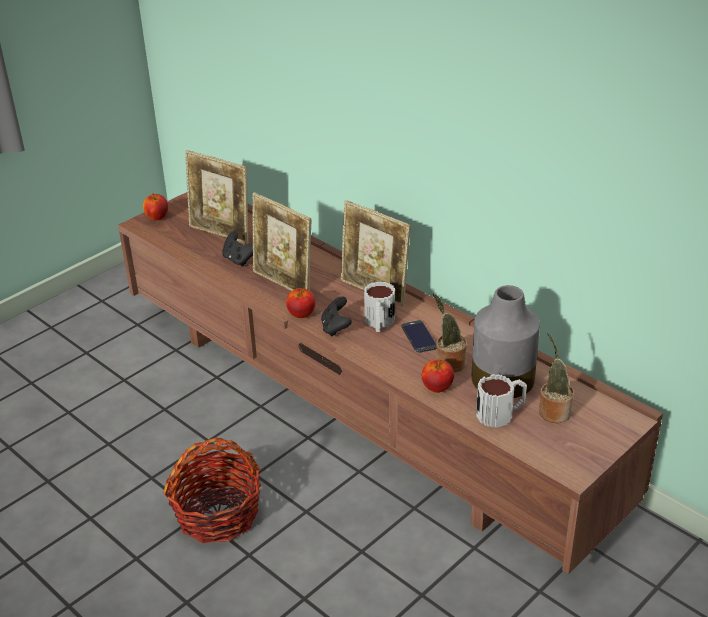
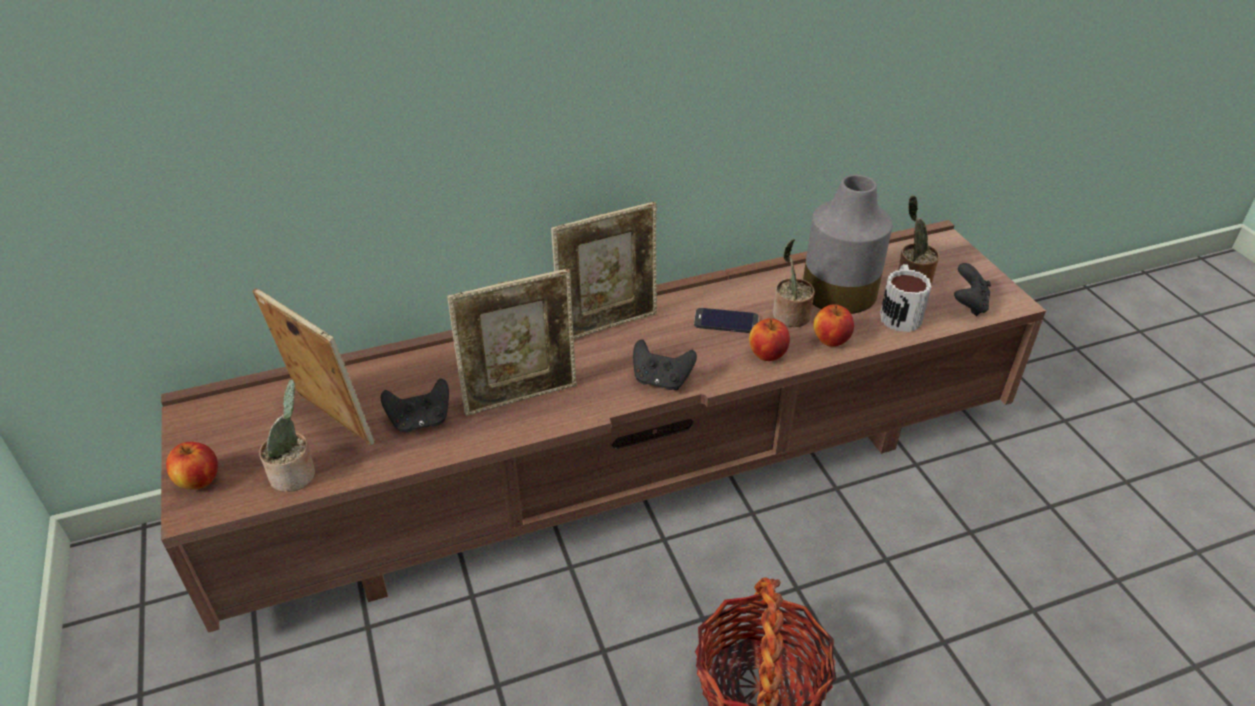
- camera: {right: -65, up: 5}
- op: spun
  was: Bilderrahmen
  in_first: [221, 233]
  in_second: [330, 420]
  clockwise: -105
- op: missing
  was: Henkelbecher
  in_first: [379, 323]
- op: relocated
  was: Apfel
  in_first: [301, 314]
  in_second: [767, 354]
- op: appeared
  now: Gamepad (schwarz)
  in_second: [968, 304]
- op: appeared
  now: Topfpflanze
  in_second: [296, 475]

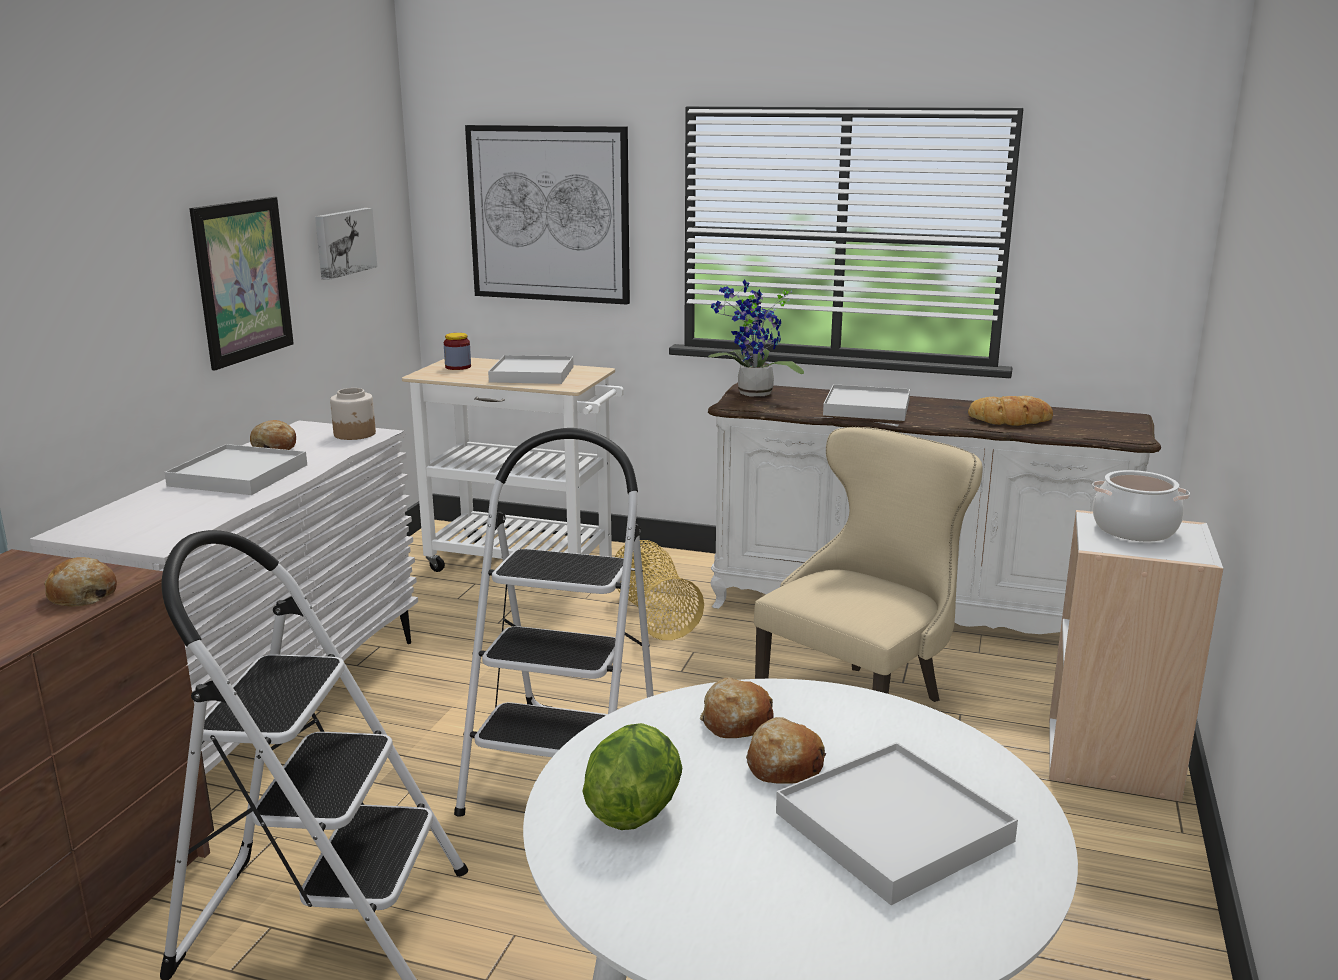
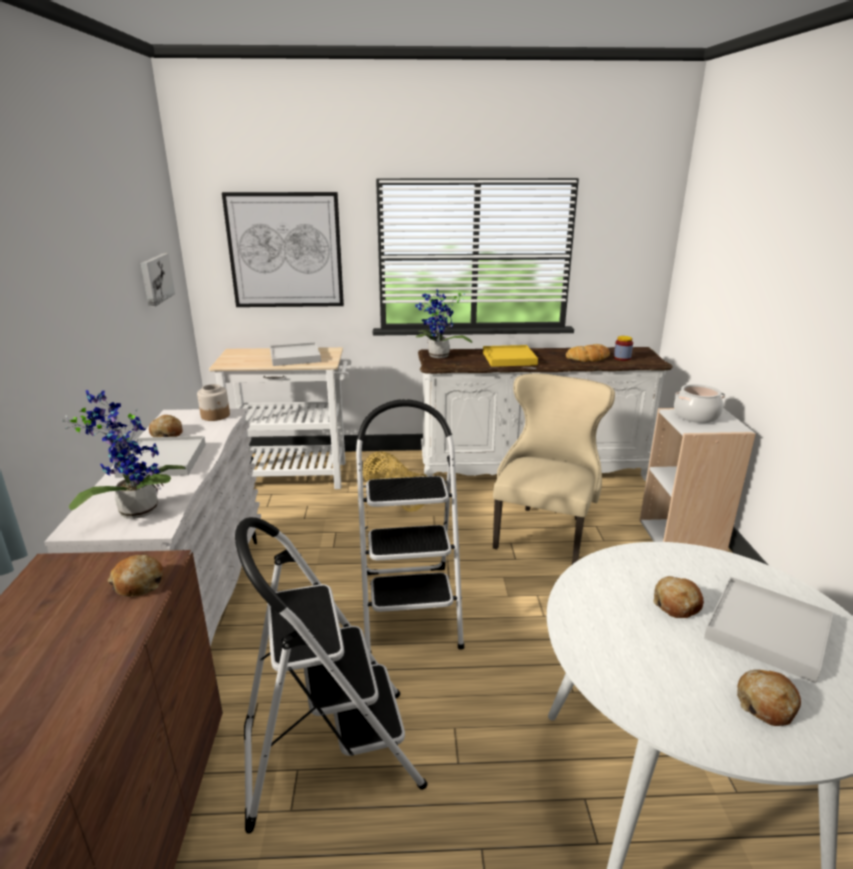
- camera: {right: -20, up: 5}
- op: missing
  was: Bild
  in_first: [243, 281]
- op: relocated
  was: Vorratsglas
  in_first: [458, 367]
  in_second: [622, 358]
- op: colour
  was: Tablett (weiß)
  now: Tablett (gelb)
  in_first: [867, 408]
  in_second: [509, 358]
- op: relocated
  was: Brot
  in_first: [736, 721]
  in_second: [766, 704]
- op: missing
  was: Salatkopf
  in_first: [634, 810]
- op: appeared
  now: Topfpflanze
  in_second: [136, 509]

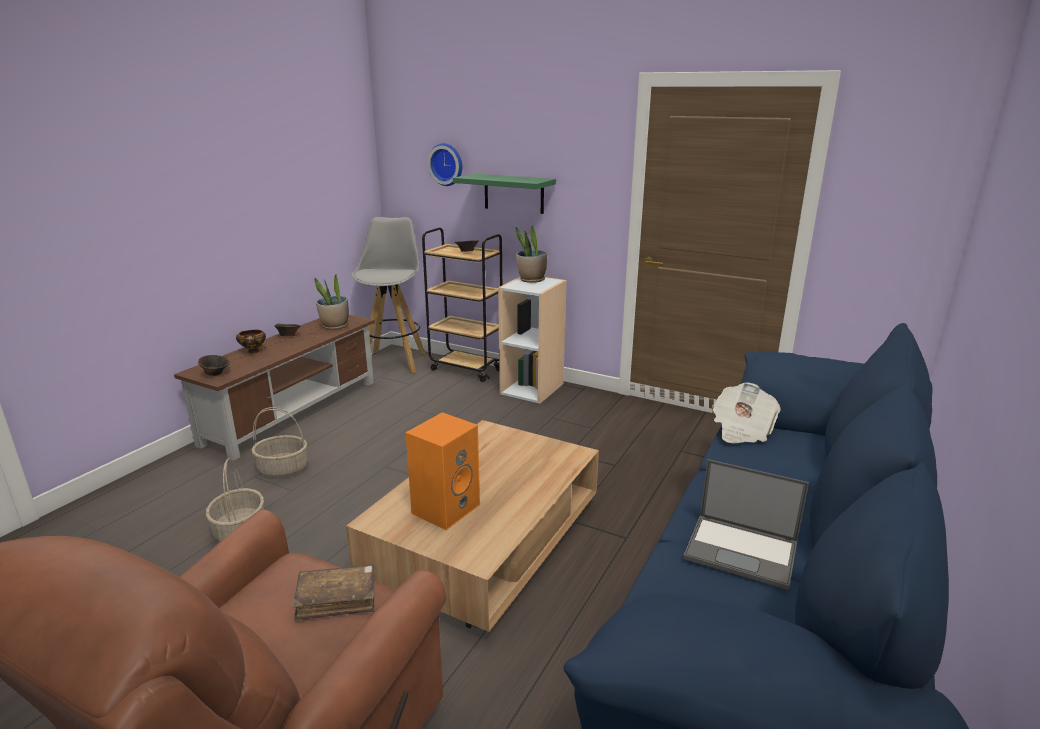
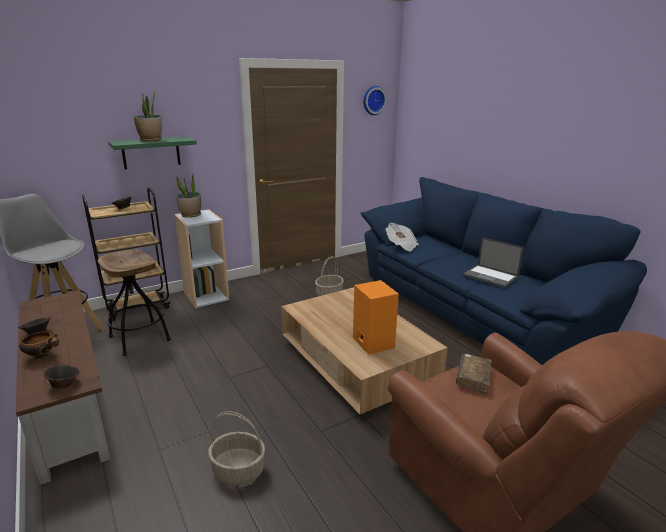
- camera: {right: -60, up: 0}
- op: relocated
  was: Wanduhr
  in_first: [447, 164]
  in_second: [373, 100]
- op: relocated
  was: Topfpflanze
  in_first: [335, 326]
  in_second: [151, 140]
- op: relocated
  was: Korb
  in_first: [283, 469]
  in_second: [329, 294]
- op: spun
  was: Laptop
  in_first: [742, 550]
  in_second: [491, 276]
  clockwise: 75
- op: appeared
  now: Hocker (braun)
  in_second: [139, 338]

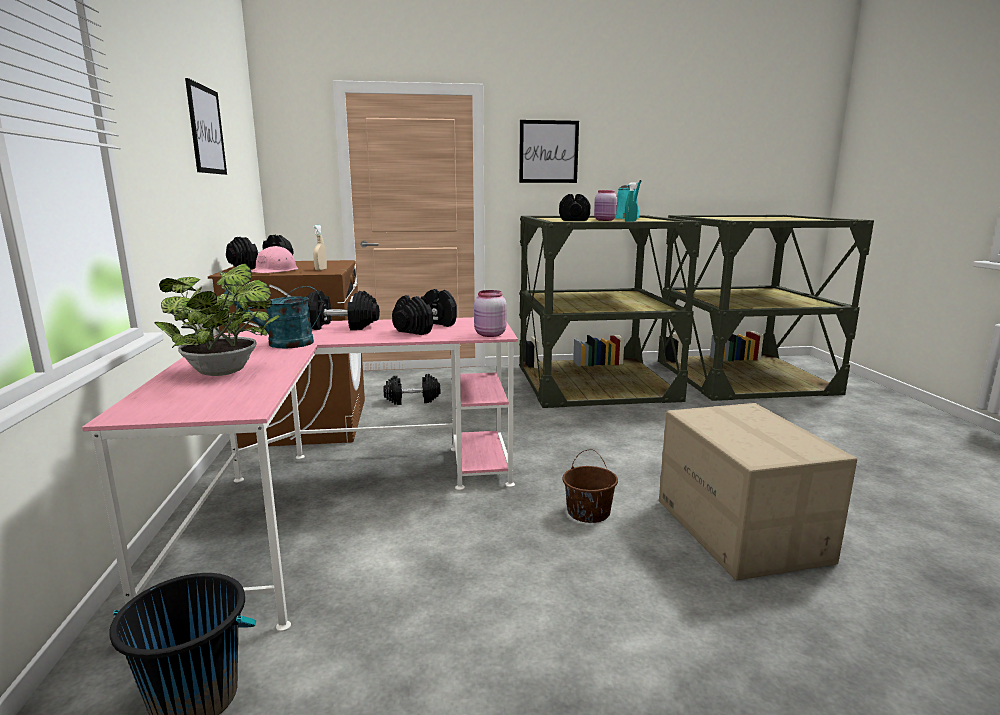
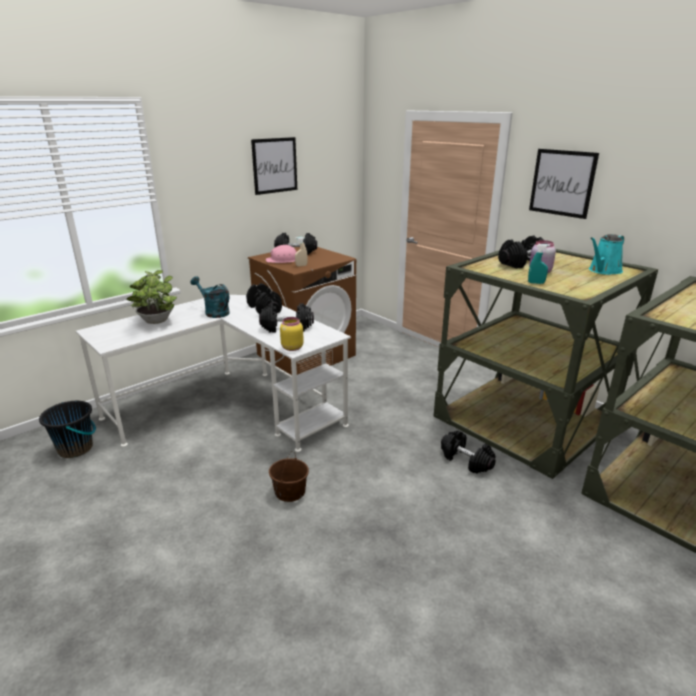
- camera: {right: 55, up: 10}
- op: colour
  was: Vorratsglas (rosa)
  now: Vorratsglas (gelb)
  in_first: [489, 334]
  in_second: [291, 348]
- op: colour
  was: Schreibtisch (rosa)
  now: Schreibtisch (weiß)
  in_first: [336, 501]
  in_second: [229, 407]
- op: relocated
  was: Hantel (schwarz)
  in_first: [412, 400]
  in_second: [466, 460]
- op: missing
  was: Karton
  in_first: [741, 530]

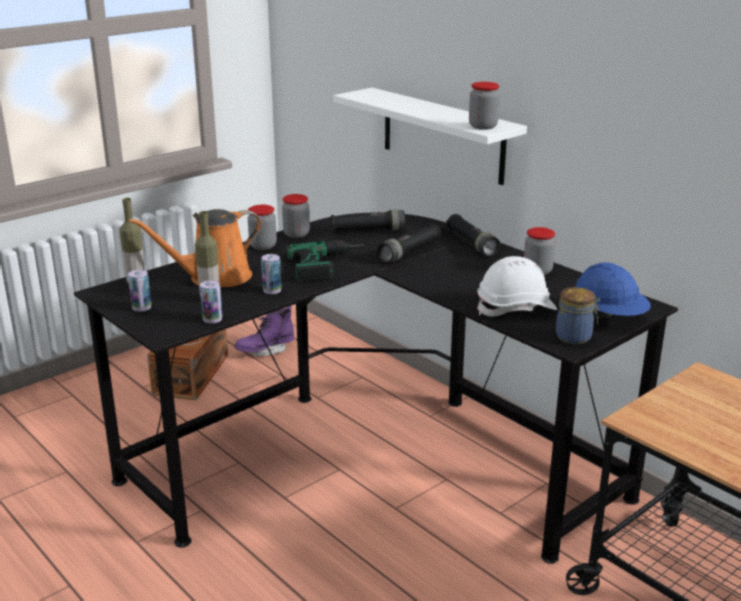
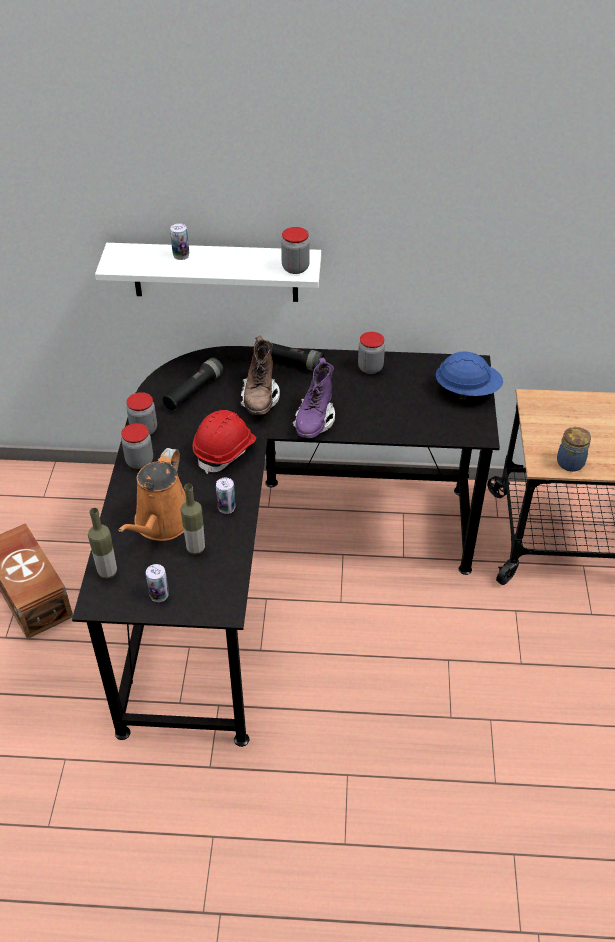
- camera: {right: -45, up: 20}
- op: exchanged
  was: Taschenlampe (schwarz)
  now: Stiefel (braun)
  in_first: [409, 252]
  in_second: [260, 399]
- op: exchanged
  was: Bohrmaschine
  now: Schutzhelm (rot)
  in_first: [330, 265]
  in_second: [225, 450]
- op: missing
  was: Schutzhelm (weiß)
  in_first: [516, 308]
- op: relocated
  was: Dose
  in_first: [212, 319]
  in_second: [181, 255]
- op: relocated
  was: Vorratsglas
  in_first: [575, 337]
  in_second: [571, 462]
- op: relocated
  was: Stiefel (lila)
  in_first: [265, 350]
  in_second: [314, 421]

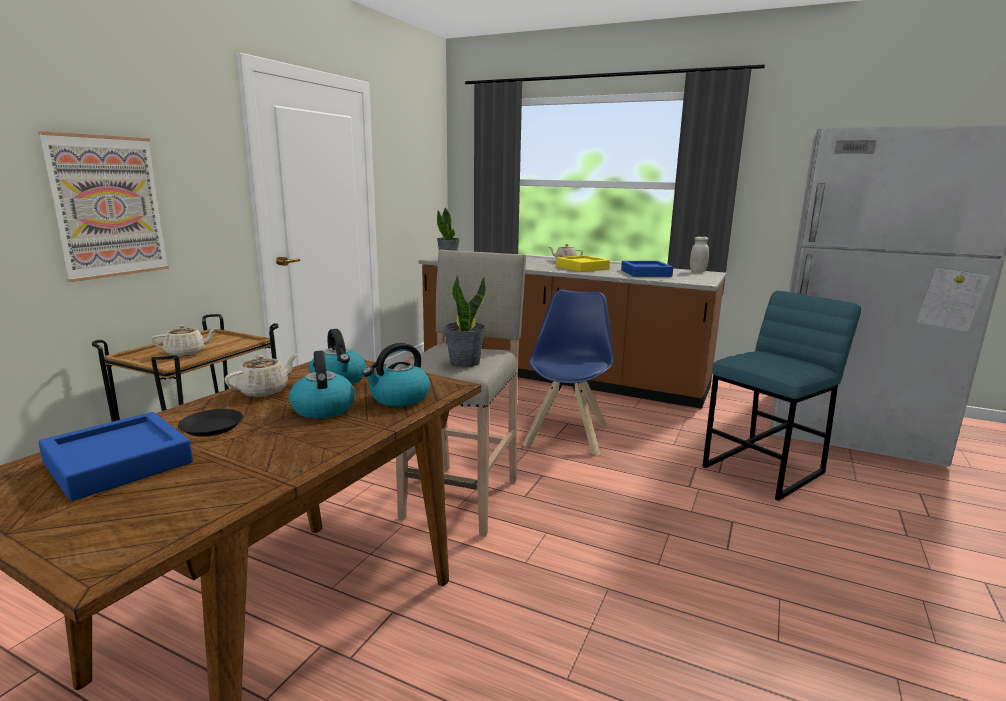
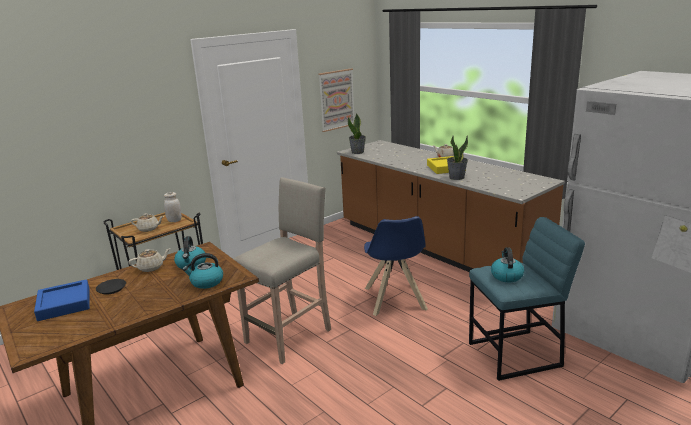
- camera: {right: 25, up: 5}
- op: relocated
  was: Bild
  in_first: [108, 207]
  in_second: [336, 99]
- op: relocated
  was: Vorratsglas (weiß)
  in_first: [697, 271]
  in_second: [174, 220]
- op: missing
  was: Tablett (blau)
  in_first: [646, 273]
- op: relocated
  was: Topfpflanze
  in_first: [464, 362]
  in_second: [456, 177]
- op: spun
  was: Stuhl (blau)
  in_first: [567, 433]
  in_second: [395, 300]
  clockwise: 135
- op: relocated
  was: Wasserkessel
  in_first: [322, 408]
  in_second: [506, 276]

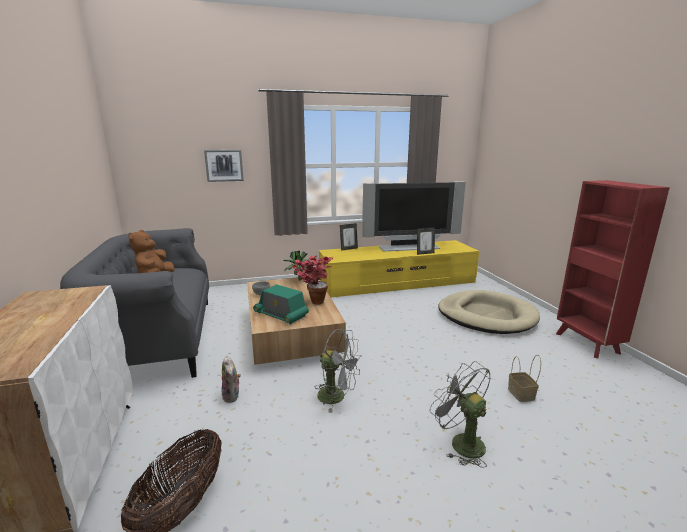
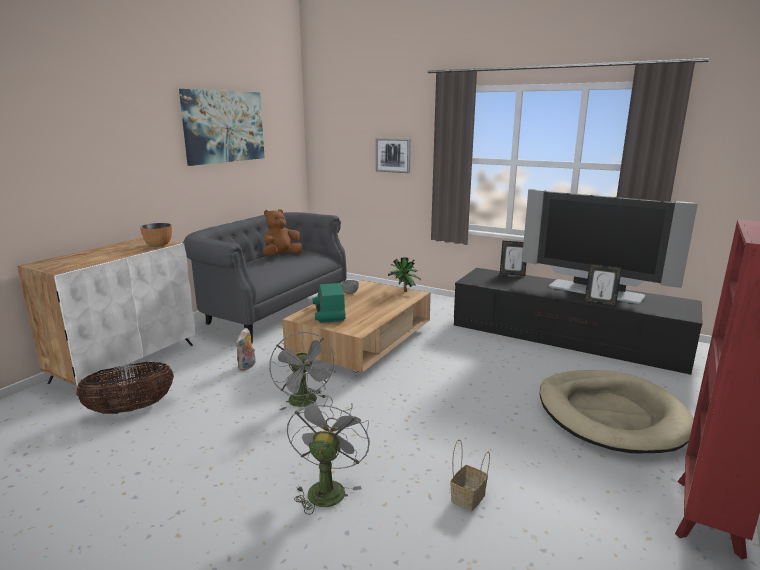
- camera: {right: 45, up: 0}
- op: colour
  was: Fernsehschrank (gelb)
  now: Fernsehschrank (schwarz)
  in_first: [397, 282]
  in_second: [567, 336]
- op: missing
  was: Topfpflanze
  in_first: [313, 301]
- op: appeared
  now: Bild
  in_second: [224, 126]
- op: appeared
  now: Schüssel
  in_second: [158, 245]

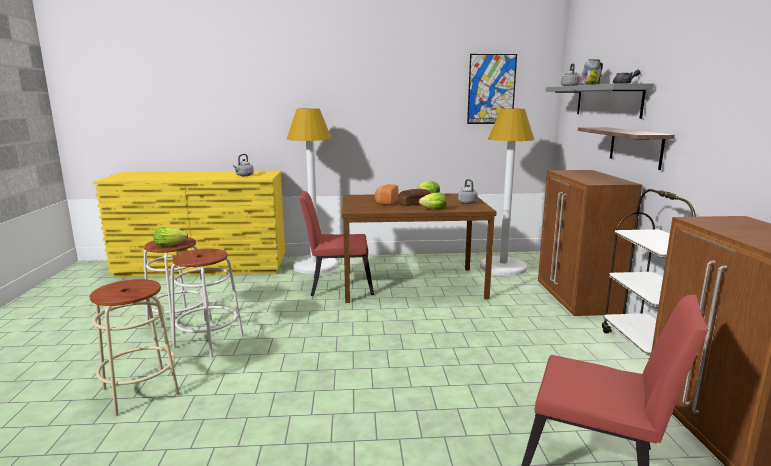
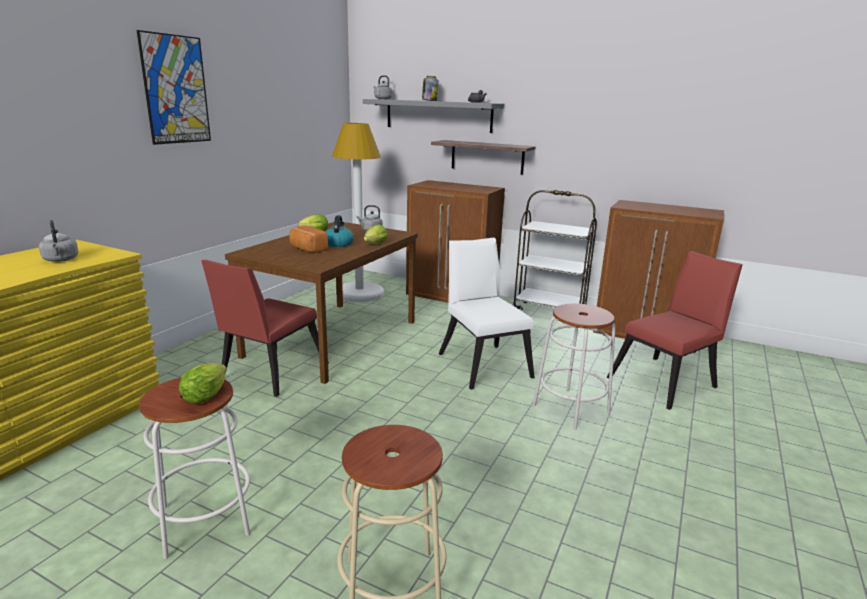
- camera: {right: -60, up: 5}
- op: relocated
  was: Bild
  in_first: [491, 89]
  in_second: [176, 90]
- op: missing
  was: Stehlampe (weiß)
  in_first: [315, 266]
- op: exchanged
  was: Brot
  now: Wasserkessel
  in_first: [414, 204]
  in_second: [338, 243]
- op: relocated
  was: Hocker (weiß)
  in_first: [209, 341]
  in_second: [571, 408]
- op: appeared
  now: Stuhl (weiß)
  in_second: [483, 363]

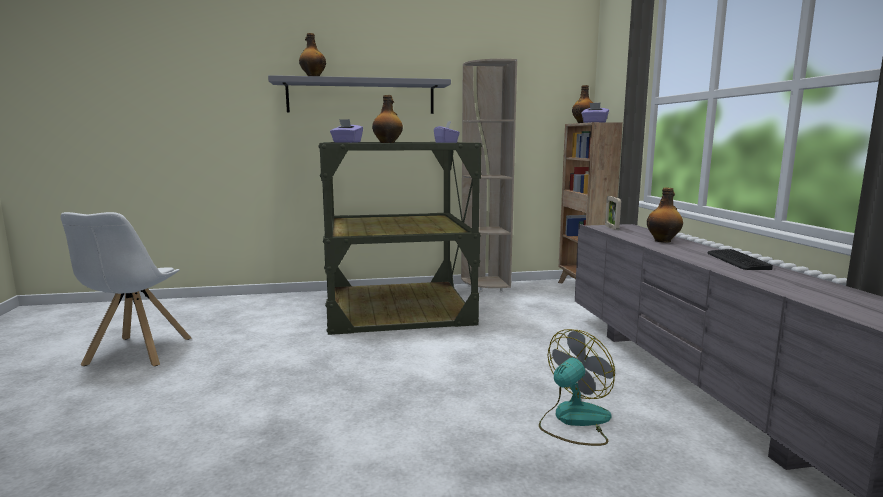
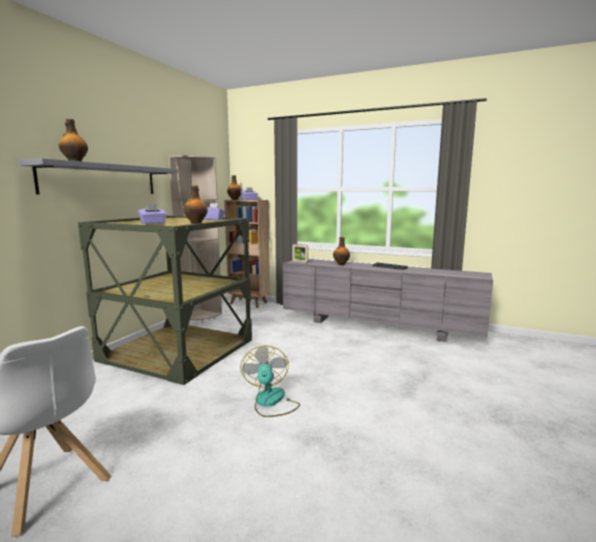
- camera: {right: -55, up: 0}
- op: relocated
  was: Ventilator
  in_first: [574, 421]
  in_second: [271, 402]

